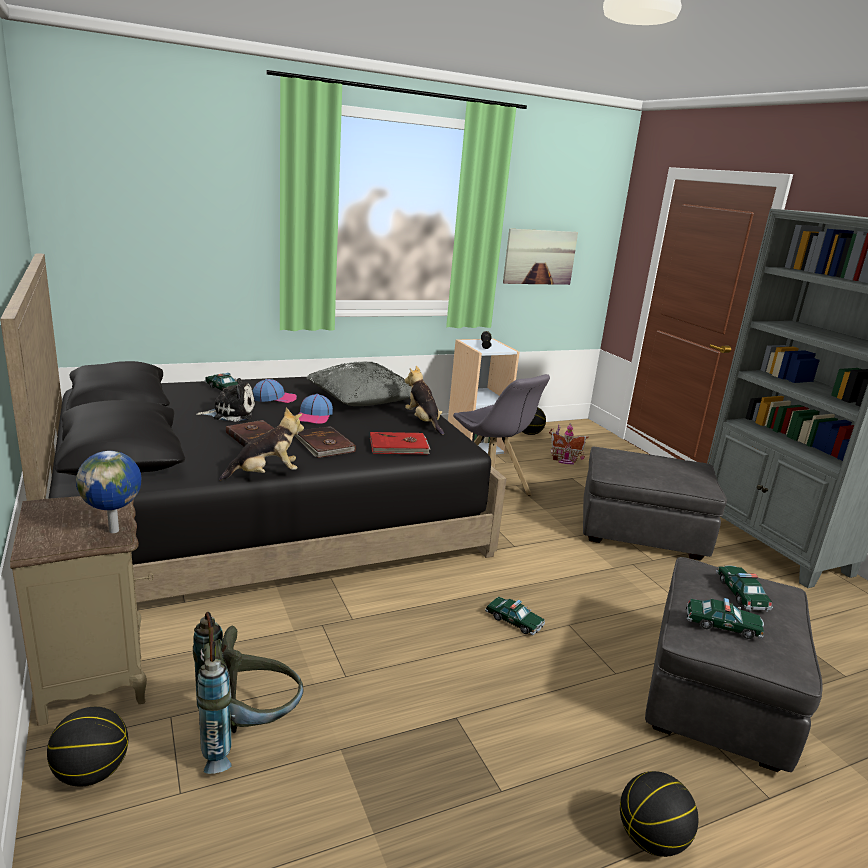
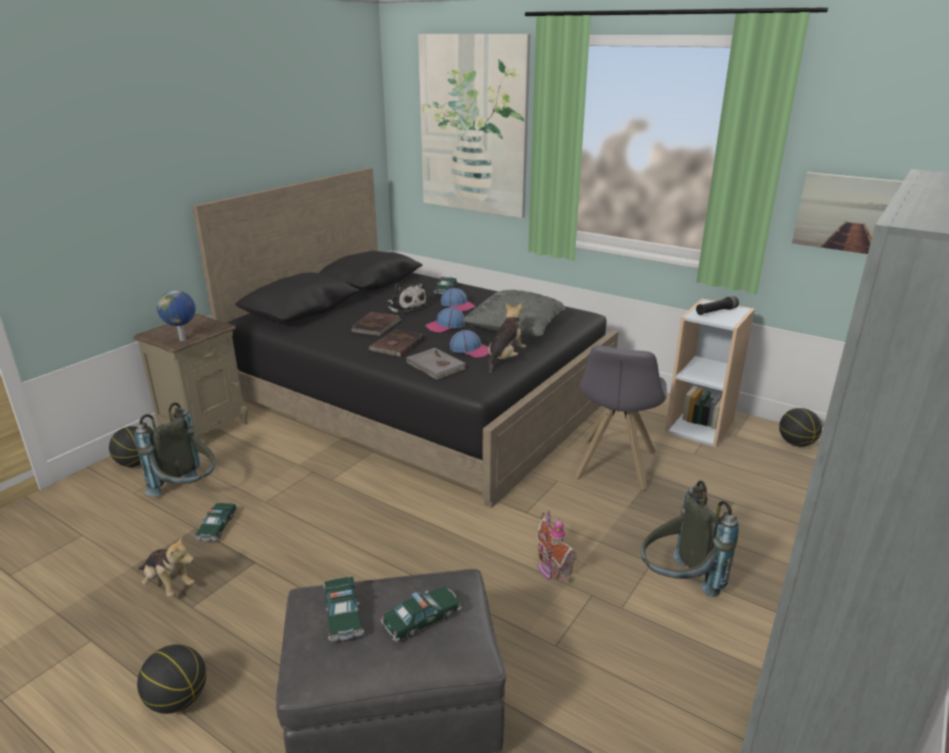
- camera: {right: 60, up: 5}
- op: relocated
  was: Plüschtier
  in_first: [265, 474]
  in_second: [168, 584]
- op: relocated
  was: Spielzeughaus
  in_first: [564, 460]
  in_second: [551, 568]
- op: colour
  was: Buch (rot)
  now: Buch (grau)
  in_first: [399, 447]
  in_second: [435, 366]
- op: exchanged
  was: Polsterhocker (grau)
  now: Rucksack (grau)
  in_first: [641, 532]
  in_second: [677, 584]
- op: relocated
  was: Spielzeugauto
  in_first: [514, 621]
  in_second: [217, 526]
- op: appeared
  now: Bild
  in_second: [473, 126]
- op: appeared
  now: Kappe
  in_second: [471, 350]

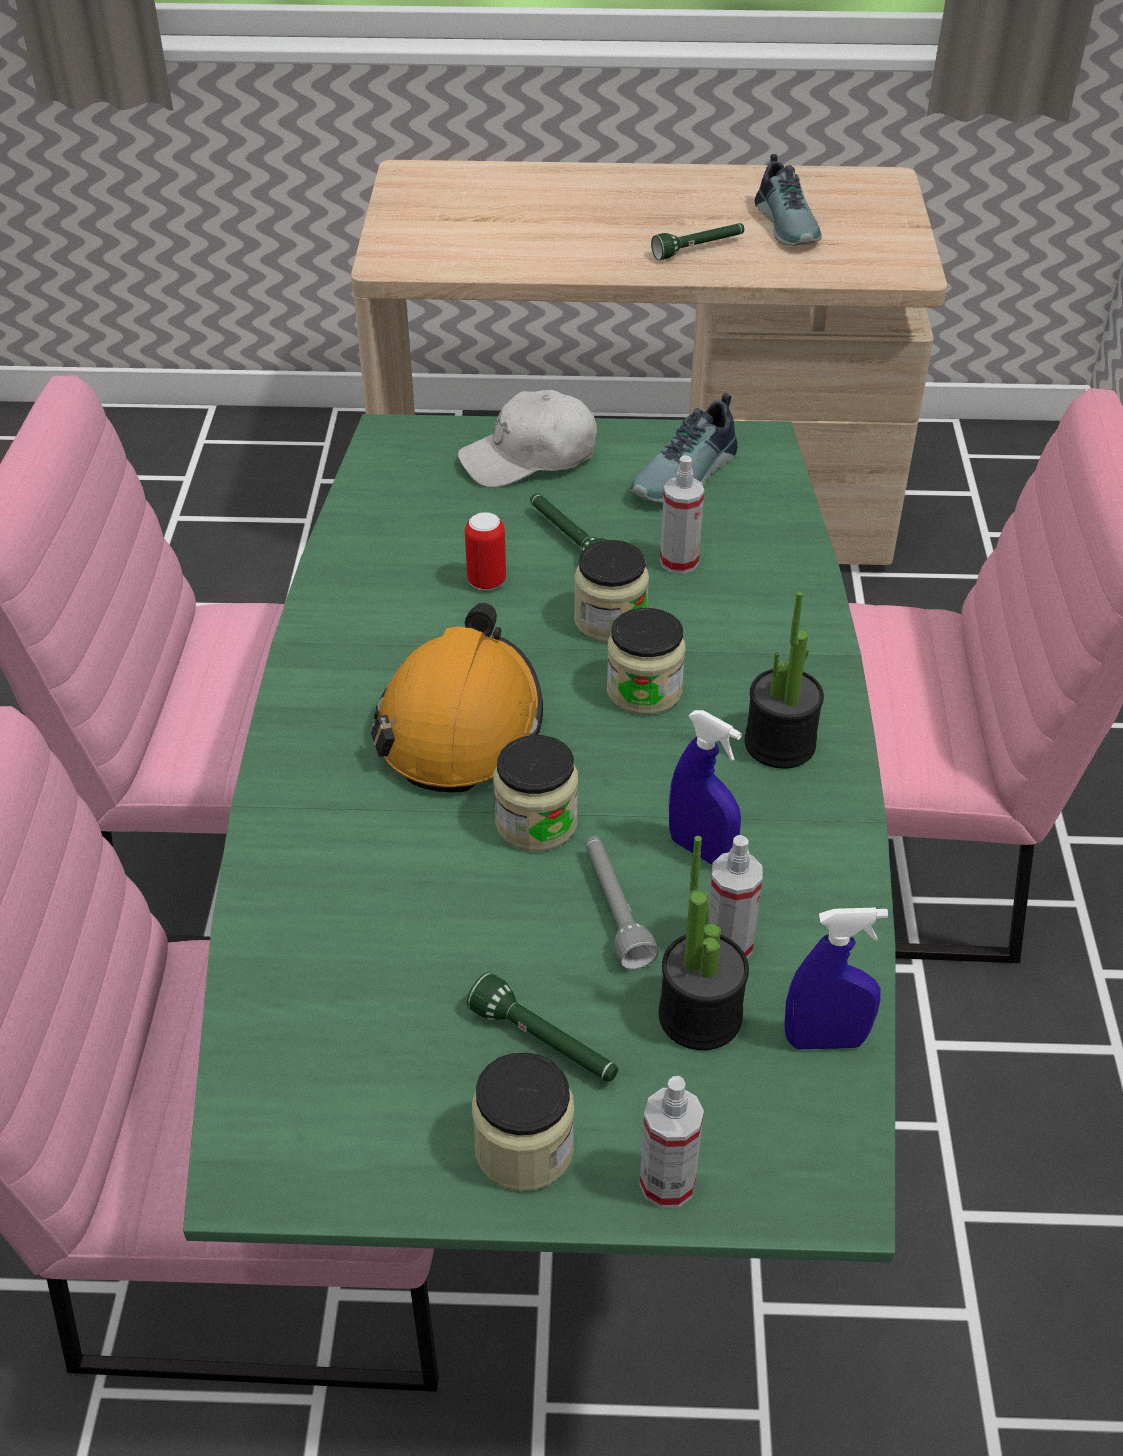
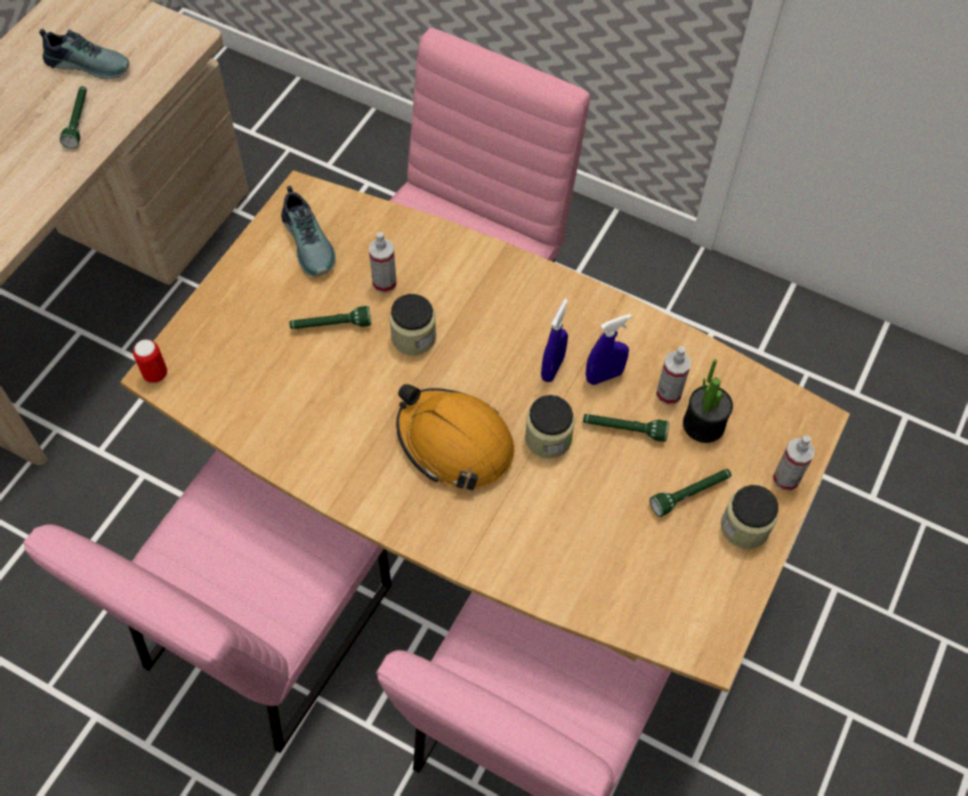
- camera: {right: -65, up: 15}
- op: missing
  was: Kappe (weiß)
  in_first: [529, 457]
- op: colour
  was: Esstisch (grün)
  now: Esstisch (braun)
  in_first: [561, 1029]
  in_second: [480, 526]
- op: relocated
  was: Dose
  in_first: [486, 581]
  in_second: [155, 374]
- op: missing
  was: Topfpflanze
  in_first: [779, 744]
- op: missing
  was: Vorratsglas
  in_first: [644, 690]
- op: colour
  was: Taschenlampe (grau)
  now: Taschenlampe (grün)
  in_first: [614, 909]
  in_second: [624, 430]
- op: relocated
  was: Sprühflasche (blau)
  in_first: [825, 1040]
  in_second: [552, 368]

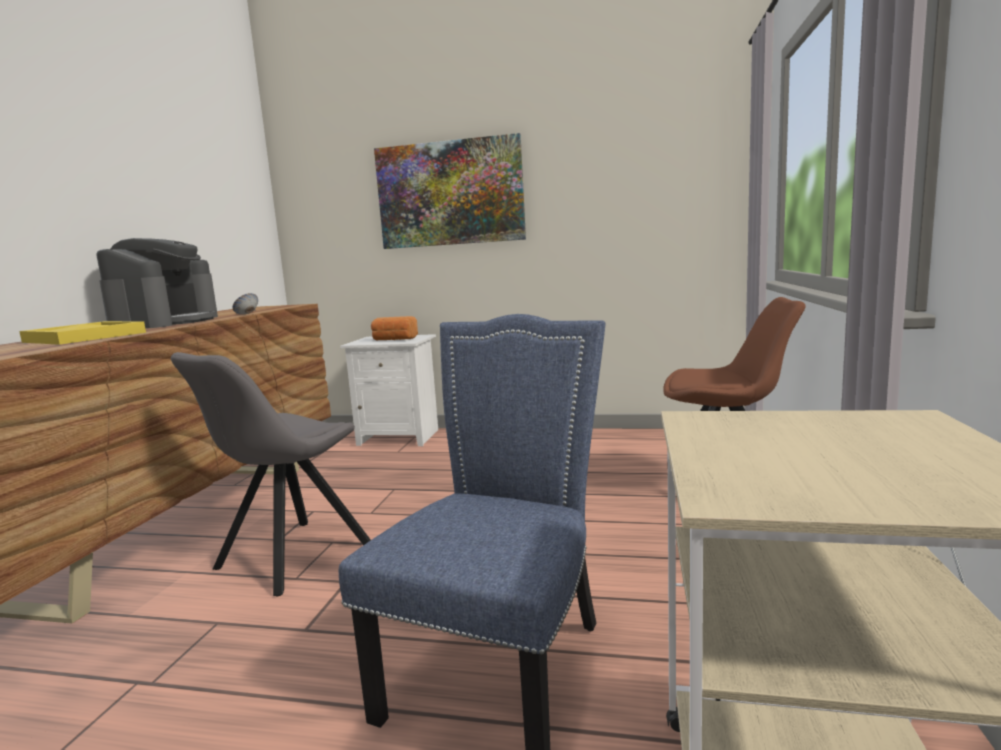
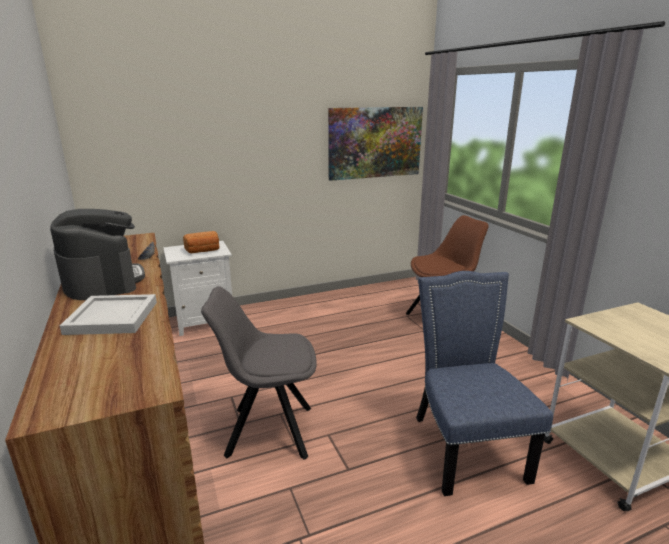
- camera: {right: -35, up: 10}
- op: relocated
  was: Bild
  in_first: [450, 193]
  in_second: [375, 142]
- op: colour
  was: Tablett (gelb)
  now: Tablett (weiß)
  in_first: [86, 337]
  in_second: [111, 317]
- op: spun
  was: Stuhl (grau)
  in_first: [292, 556]
  in_second: [269, 431]
  clockwise: 90

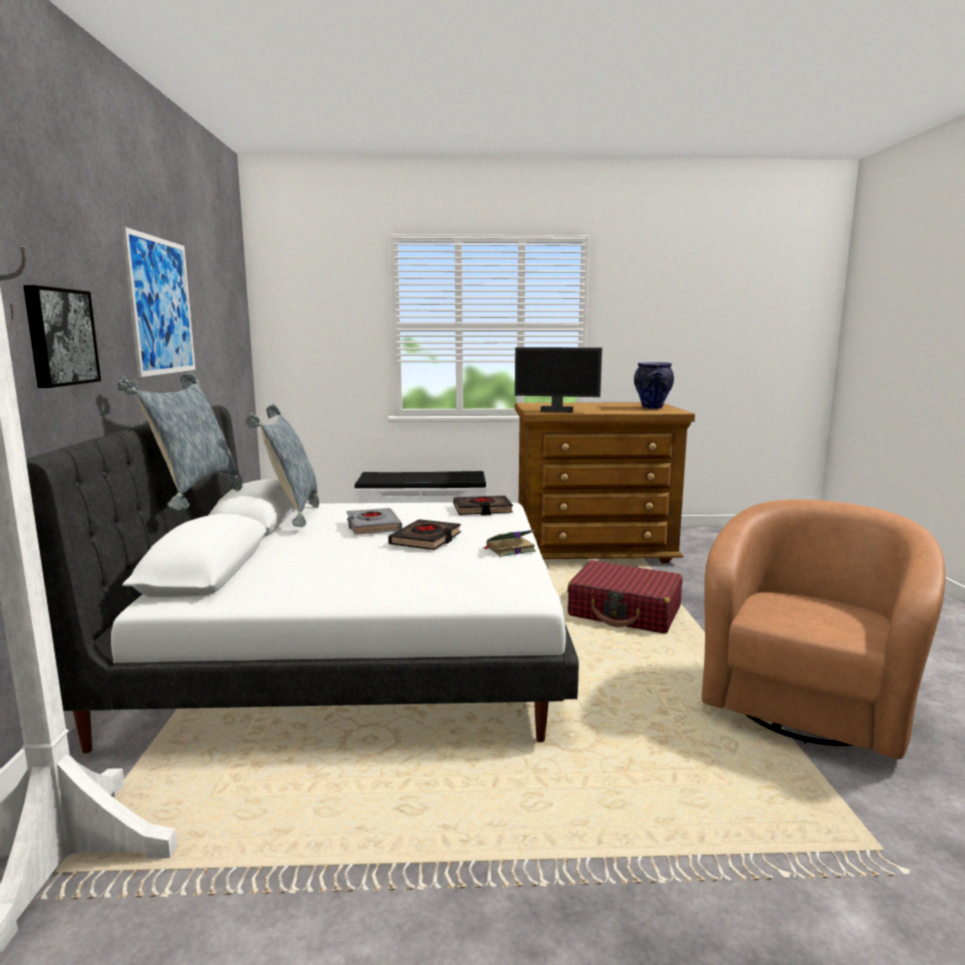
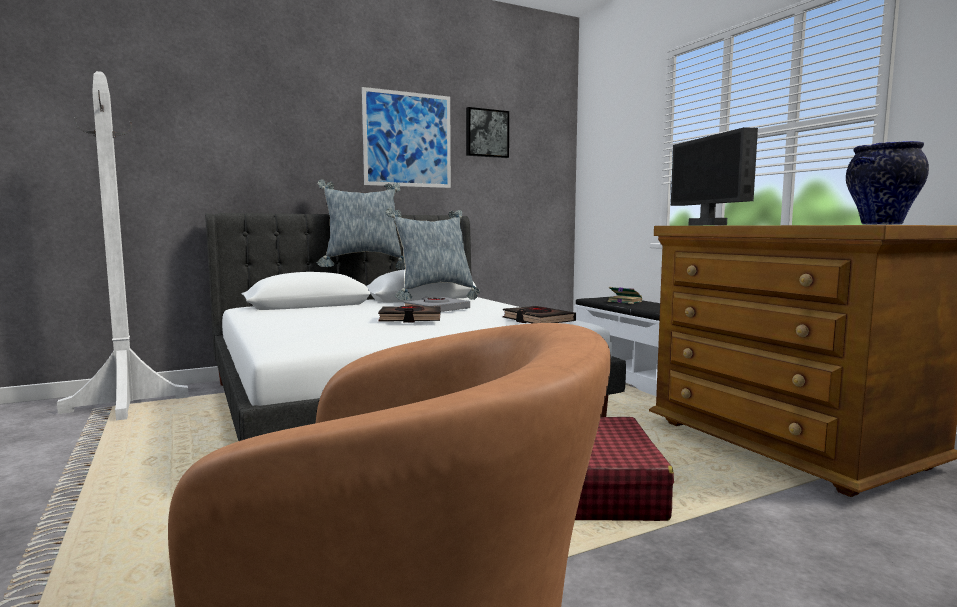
- camera: {right: 65, up: -5}
- op: relocated
  was: Bild
  in_first: [59, 337]
  in_second: [486, 133]
- op: relocated
  was: Buch
  in_first: [509, 549]
  in_second: [623, 301]

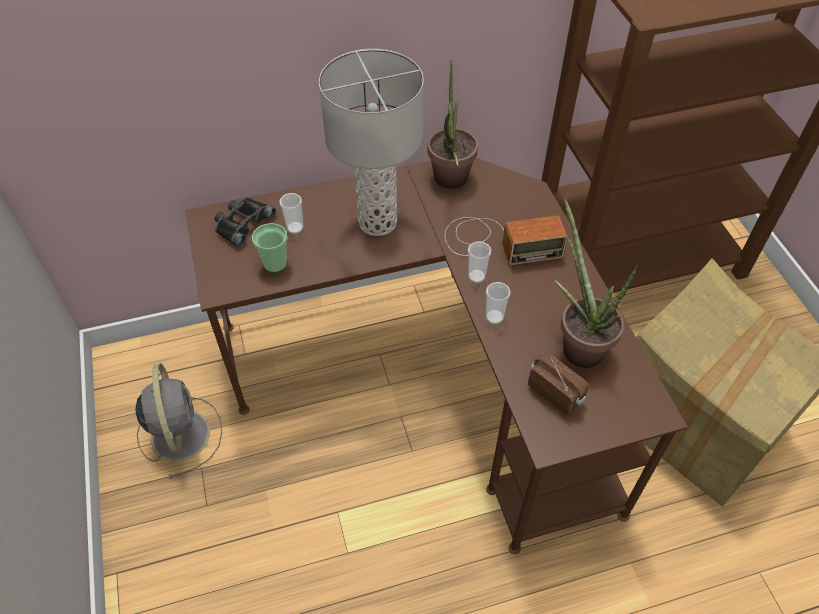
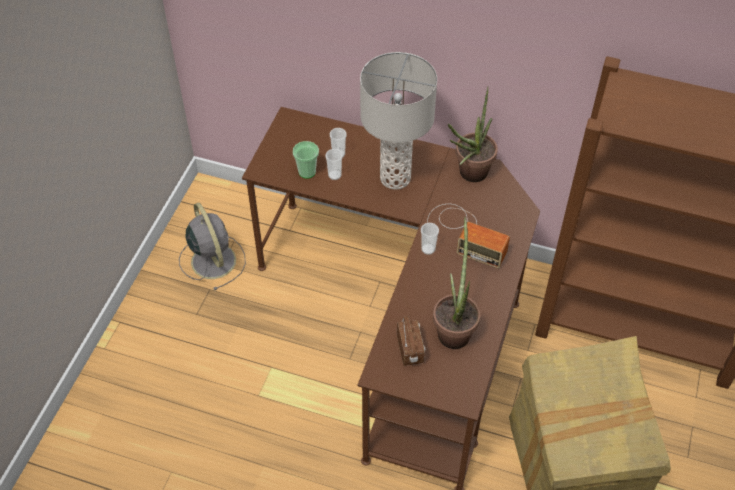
- camera: {right: 35, up: 0}
- op: missing
  was: Fernglas (schwarz)
  in_first: [242, 223]
- op: relocated
  was: Tasse
  in_first: [494, 317]
  in_second: [334, 175]
- op: spun
  was: Ventilator (grau)
  in_first: [180, 433]
  in_second: [212, 259]
  clockwise: -45

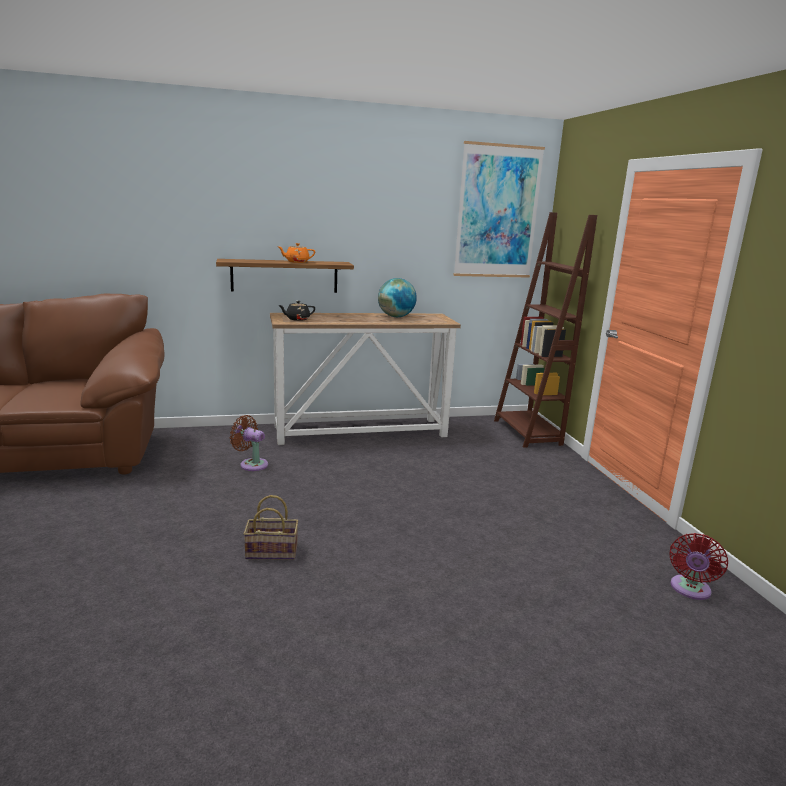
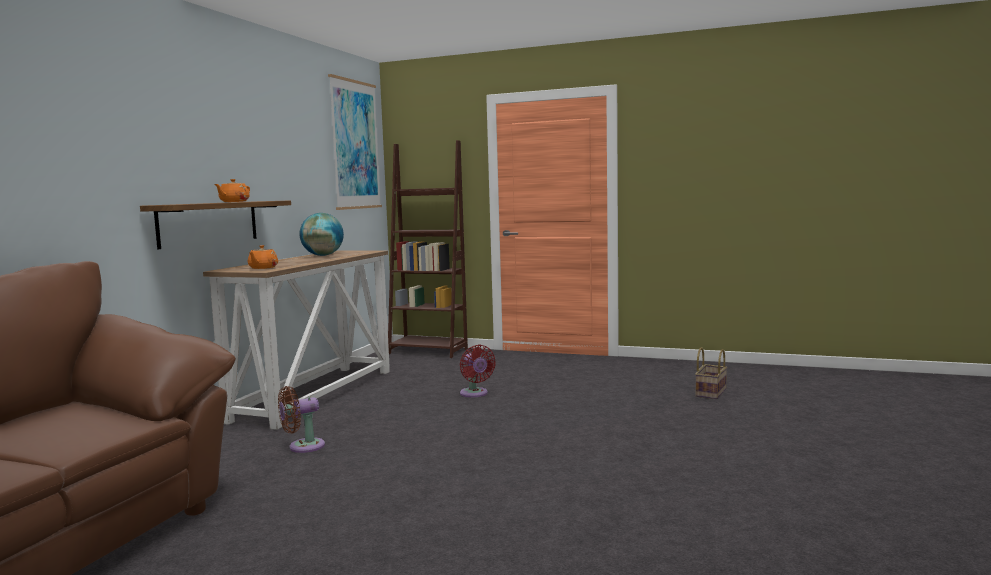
- camera: {right: -55, up: -10}
- op: colour
  was: Teekanne (schwarz)
  now: Teekanne (orange)
  in_first: [297, 319]
  in_second: [262, 268]
- op: relocated
  was: Korb
  in_first: [273, 551]
  in_second: [710, 392]
- op: relocated
  was: Ventilator (rot)
  in_first: [689, 590]
  in_second: [475, 394]

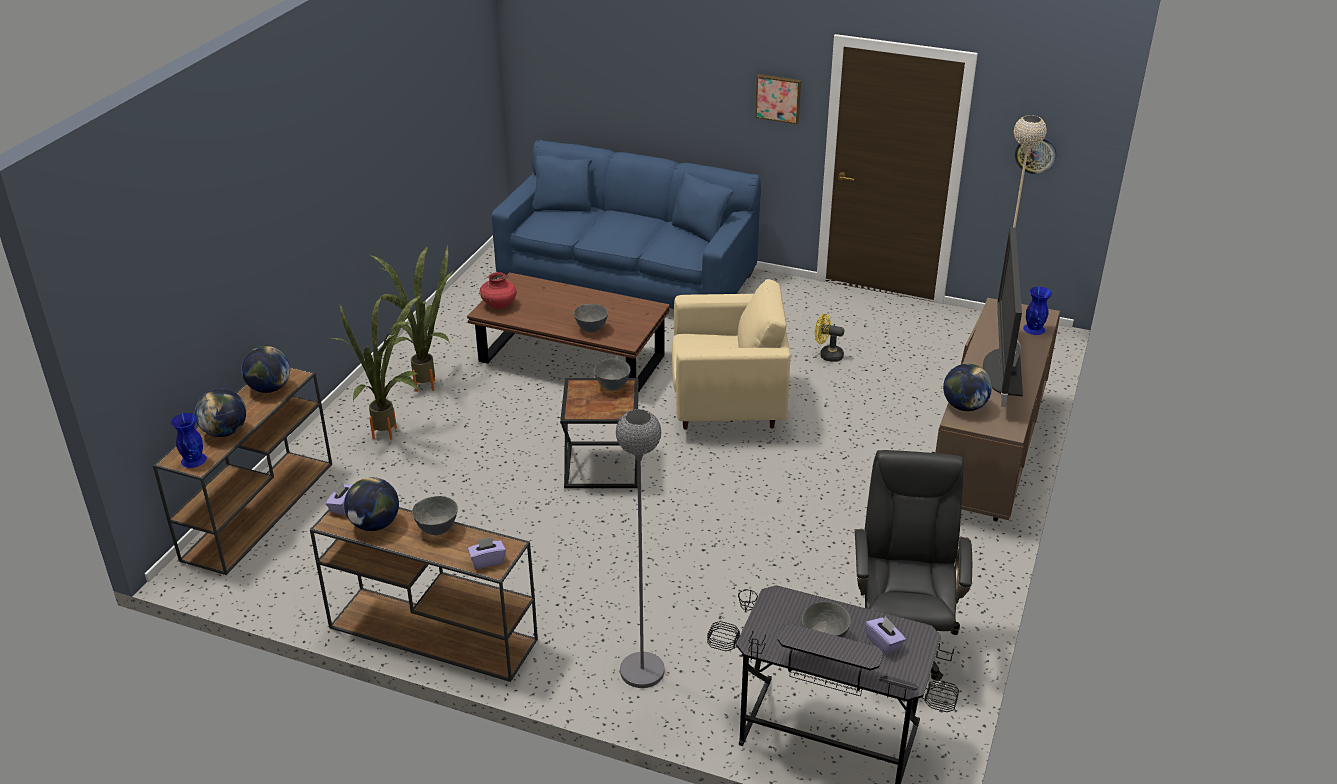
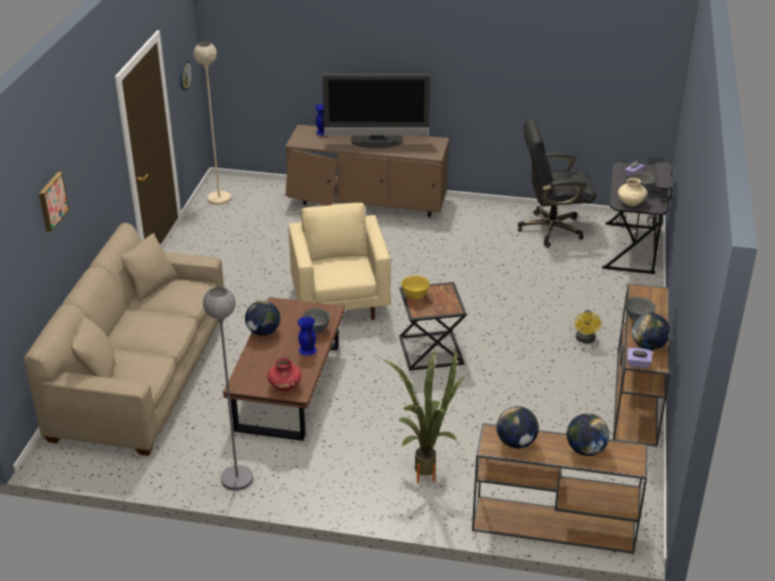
- camera: {right: -100, up: 0}
- op: relocated
  was: Bild
  in_first: [778, 98]
  in_second: [51, 201]
- op: colour
  was: Sofa (blau)
  now: Sofa (beige)
  in_first: [627, 277]
  in_second: [142, 375]
- op: missing
  was: Topfpflanze
  in_first: [428, 381]
- op: relocated
  was: Ventilator (gelb)
  in_first: [827, 355]
  in_second: [585, 340]
- op: colour
  was: Schüssel (grau)
  now: Schüssel (gelb)
  in_first: [612, 387]
  in_second: [415, 296]
- op: relocated
  was: Globus
  in_first: [964, 406]
  in_second: [263, 332]
- op: relocated
  was: Stehlampe (grau)
  in_first: [642, 671]
  in_second: [236, 479]
- op: relocated
  was: Vase (blau)
  in_first: [193, 459]
  in_second: [307, 350]
- op: missing
  was: Taschentuchbox (lila)
  in_first: [487, 561]
- op: appeared
  now: Vase (beige)
  in_second: [630, 203]

